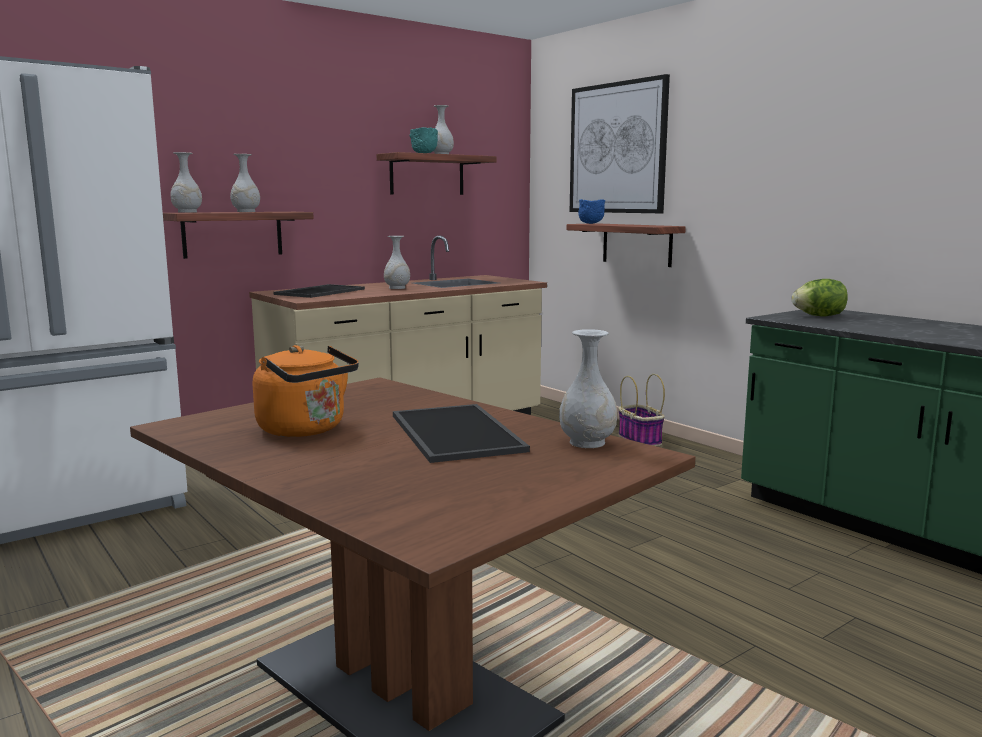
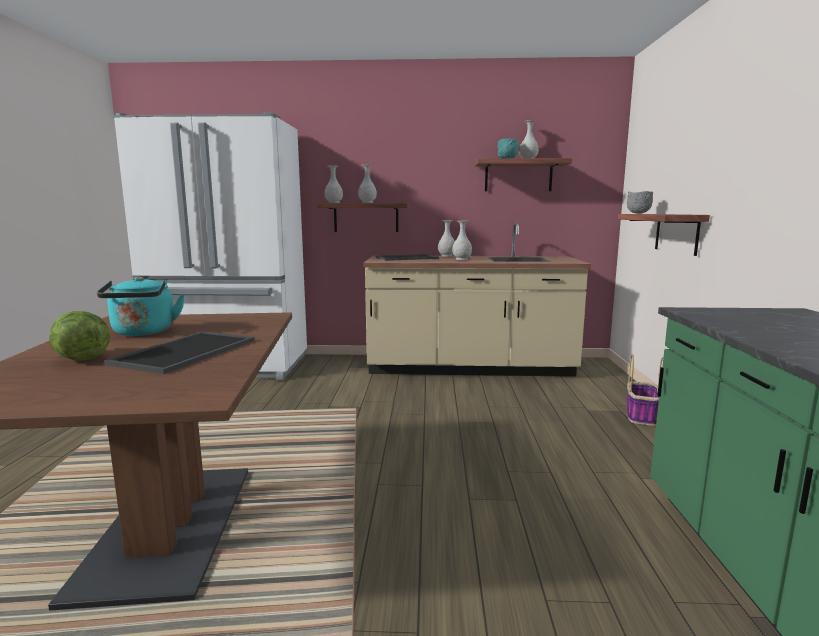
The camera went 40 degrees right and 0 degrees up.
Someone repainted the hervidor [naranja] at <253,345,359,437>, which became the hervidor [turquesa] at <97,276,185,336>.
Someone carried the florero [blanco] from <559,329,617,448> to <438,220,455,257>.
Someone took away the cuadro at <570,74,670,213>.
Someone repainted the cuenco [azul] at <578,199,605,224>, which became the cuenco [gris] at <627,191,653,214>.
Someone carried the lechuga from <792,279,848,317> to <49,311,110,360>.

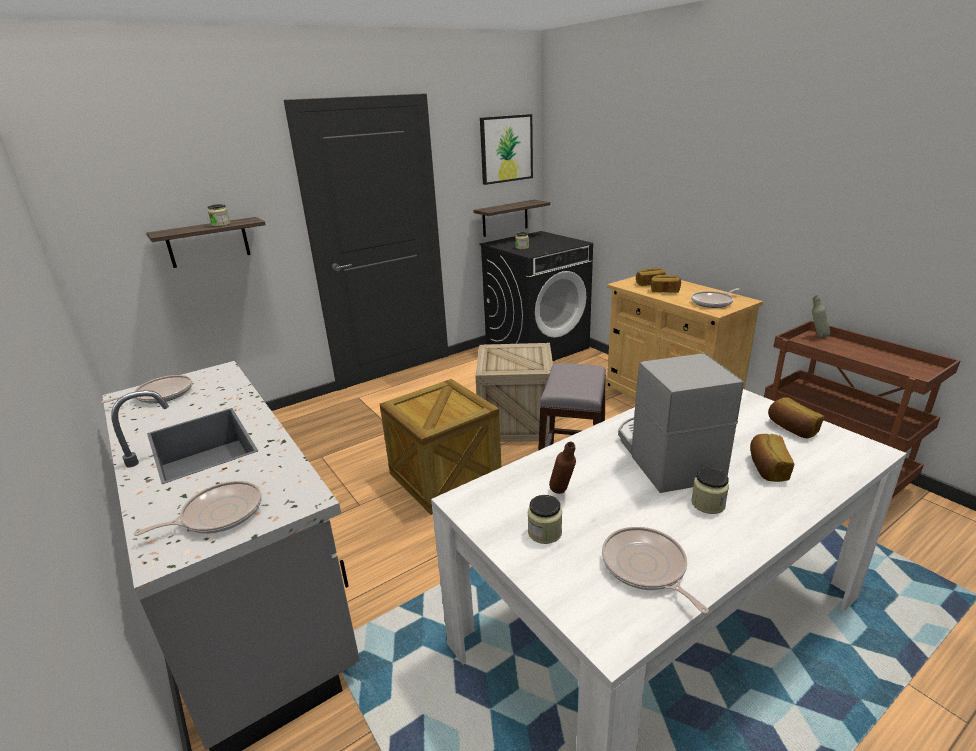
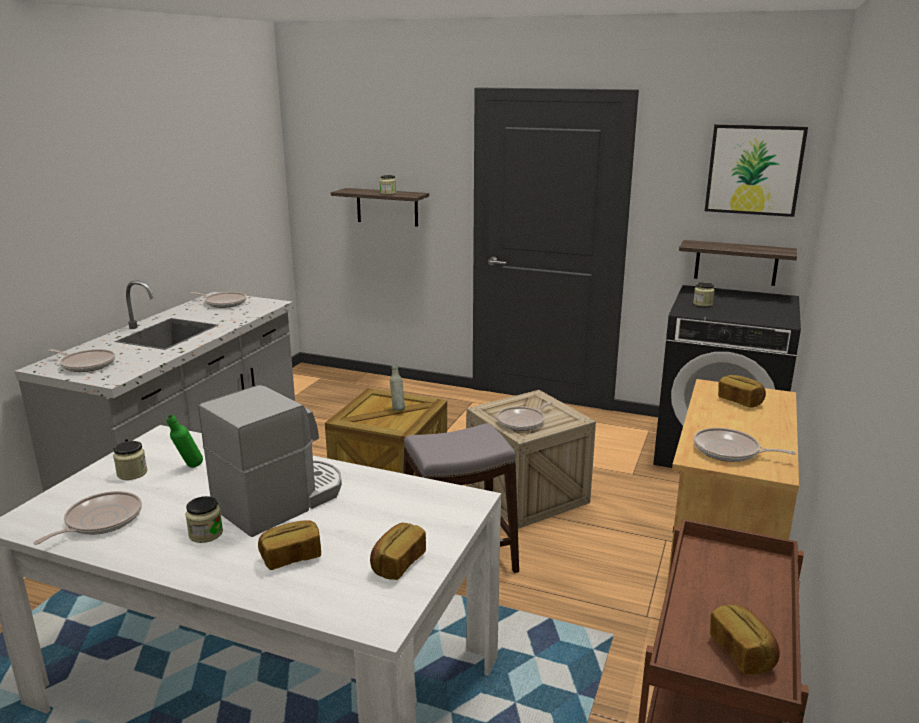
The camera went 55 degrees right and 5 degrees down.
Someone repainted the botella [marrón] at <549,442,576,494>, which became the botella [verde] at <166,415,203,468>.
Someone carried the pan from <651,275,681,293> to <710,605,780,675>.
Someone carried the botella [gris] from <812,295,830,338> to <390,365,405,411>.
Someone put down the sartén at <497,401,553,431>.

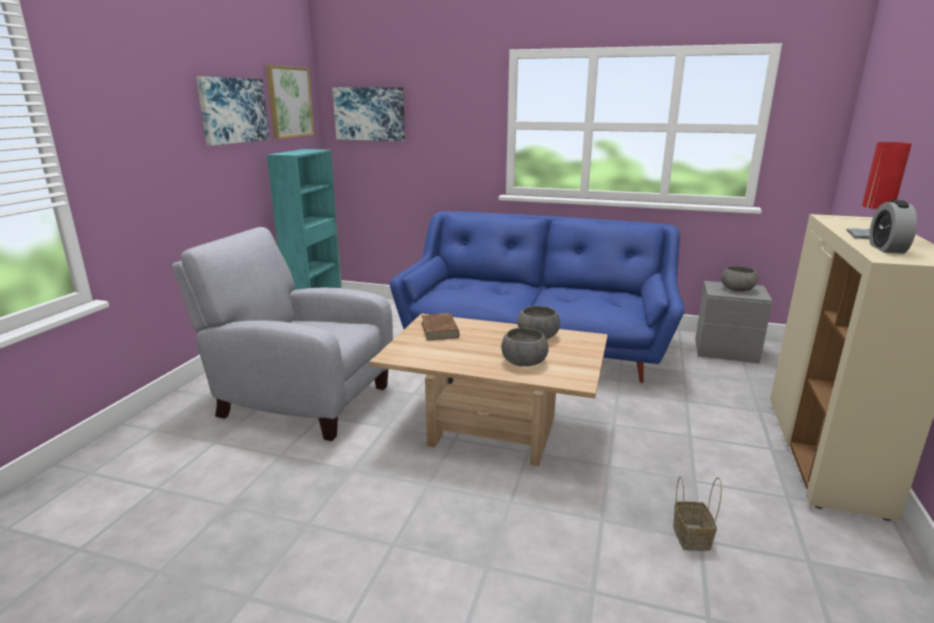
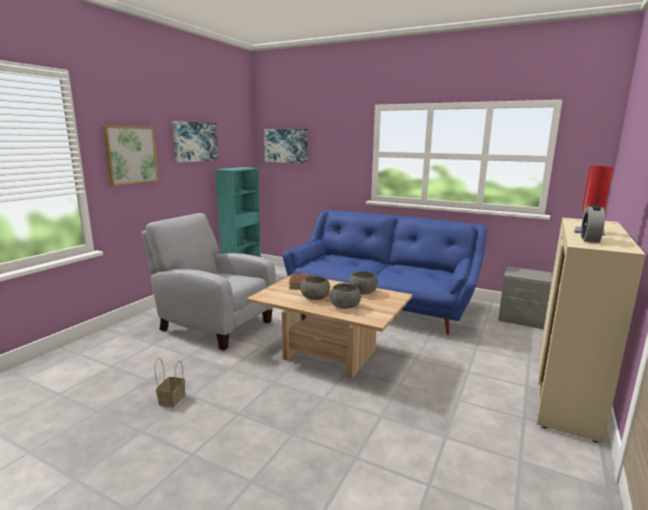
The camera went 10 degrees right and 5 degrees down.
Someone carried the cuadro from <266,65,315,139> to <103,125,159,186>.
Someone carried the cesta from <673,476,722,551> to <155,358,185,407>.
Someone carried the cuenco [gris] from <721,266,758,292> to <301,276,330,300>.

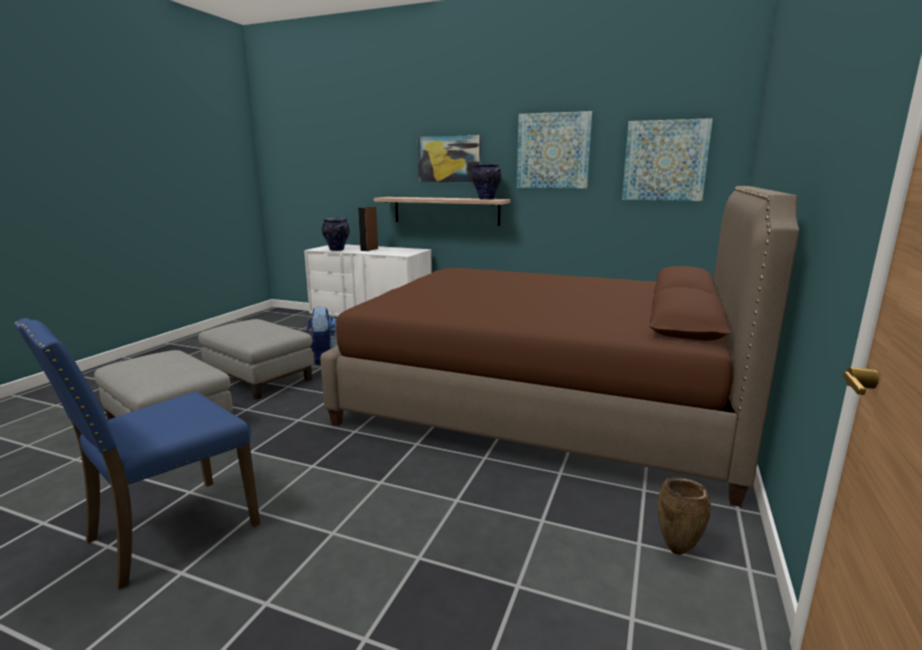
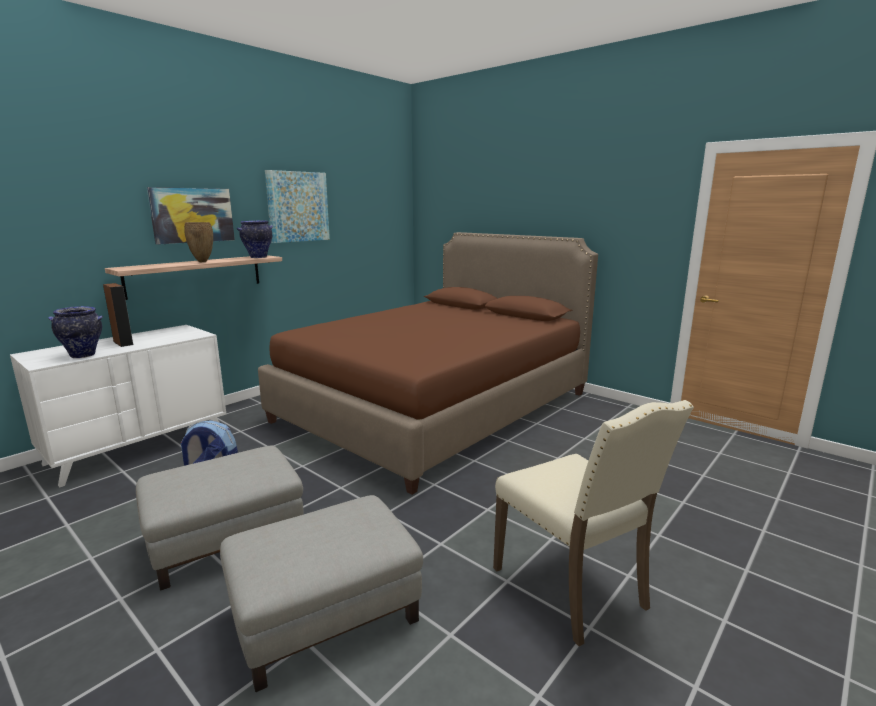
The camera went 70 degrees left and 0 degrees up.
Someone repainted the silla [azul] at <14,318,260,590>, which became the silla [beis] at <493,400,694,646>.
Someone took away the cuadro at <622,118,713,201>.
Someone carried the florero [marrón] from <658,477,711,555> to <184,222,213,262>.

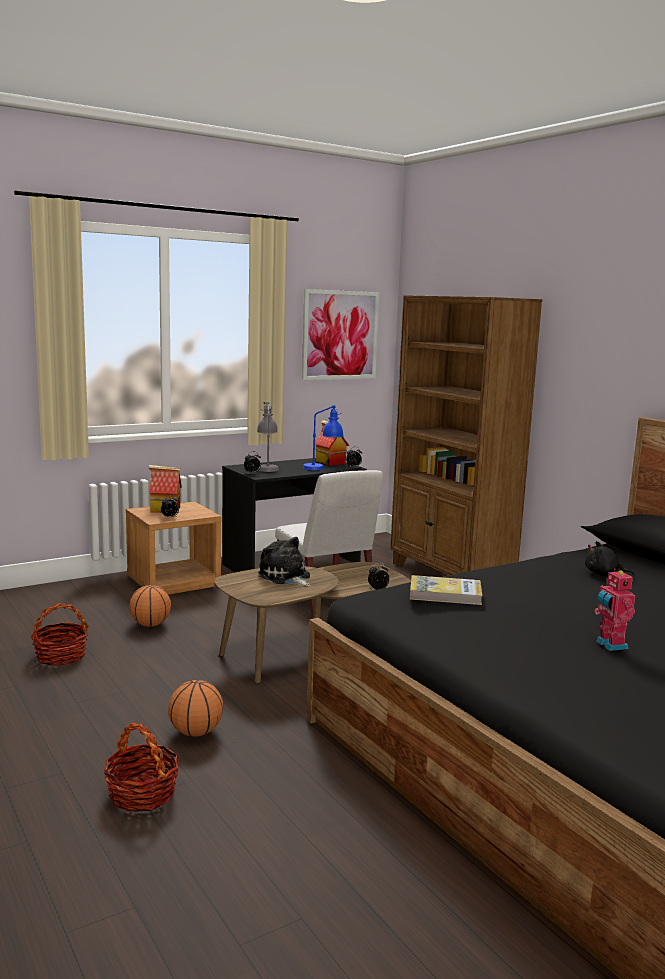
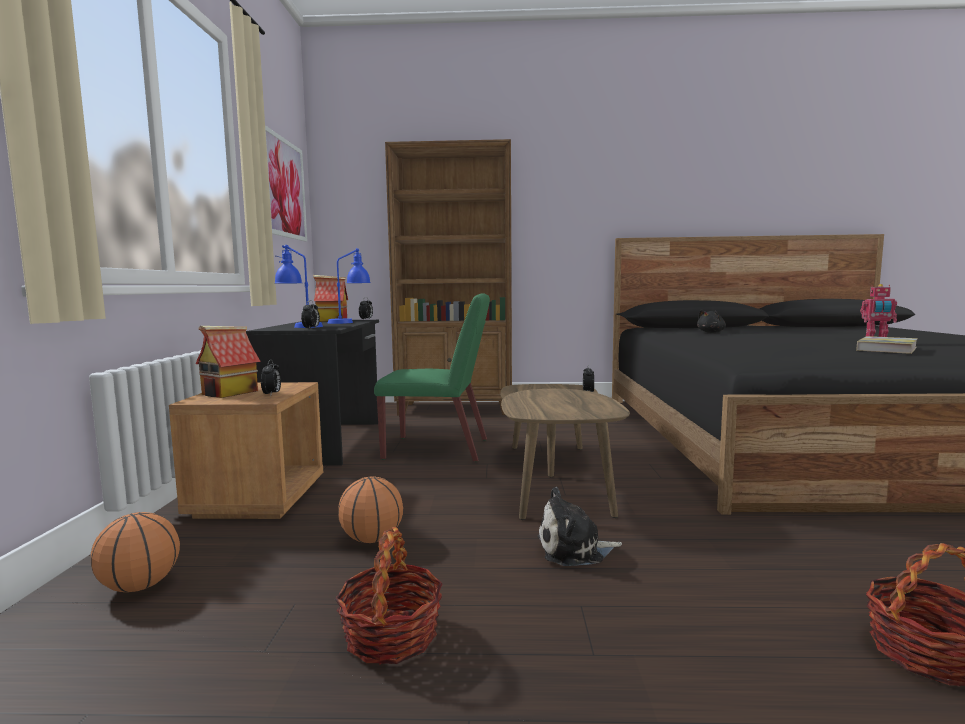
The camera went 55 degrees left and 5 degrees down.
Someone carried the balón de baloncesto from <168,680,223,737> to <91,512,180,592>.
Someone repainted the lámpara de mesa [gris] at <257,401,279,472>, which became the lámpara de mesa [azul] at <275,245,323,328>.
Someone carried the peluche from <258,537,311,586> to <537,487,622,566>.
Someone repainted the silla [blanco] at <275,470,383,617>, which became the silla [verde] at <374,293,490,462>.
Someone carried the libro from <410,575,482,605> to <856,336,918,354>.

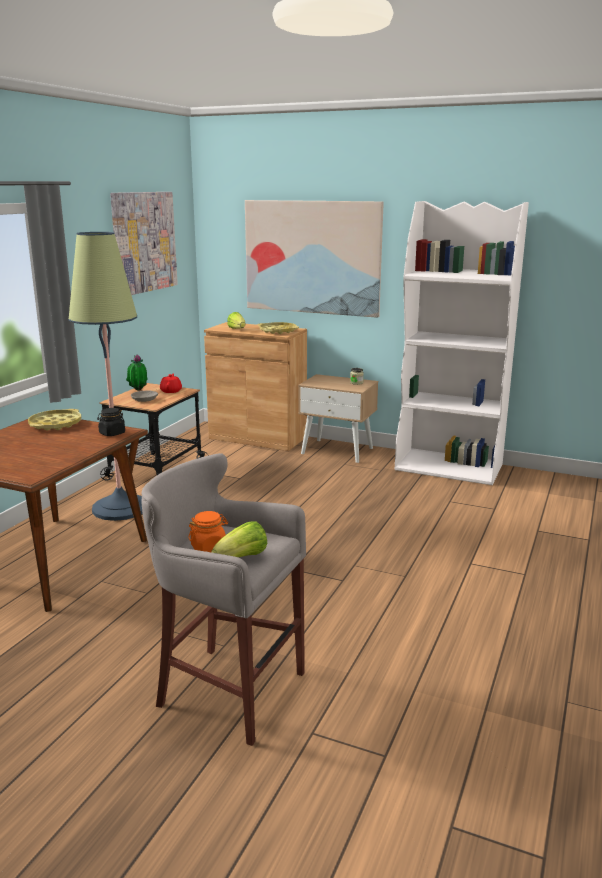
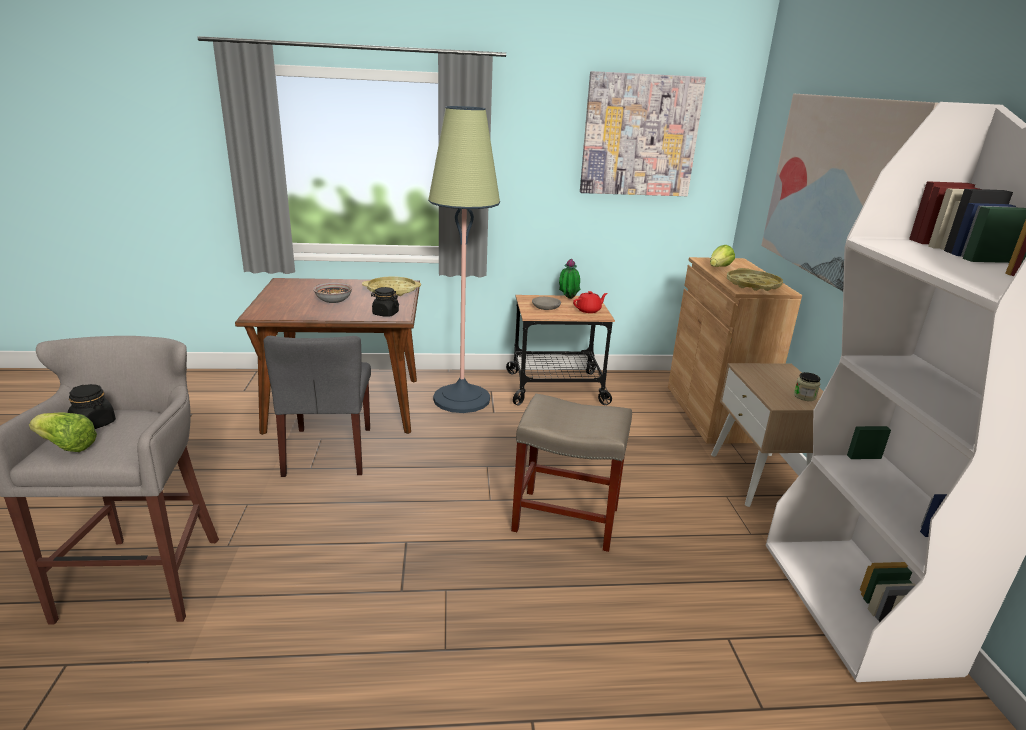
The camera went 60 degrees right and 5 degrees up.
Someone repainted the tarro [naranja] at <188,511,228,552>, which became the tarro [negro] at <68,384,116,429>.
Someone put down the silla [gris] at <264,336,371,477>.
Someone put down the cuenco at <313,282,352,303>.
Someone put down the taburete [beis] at <511,394,632,552>.

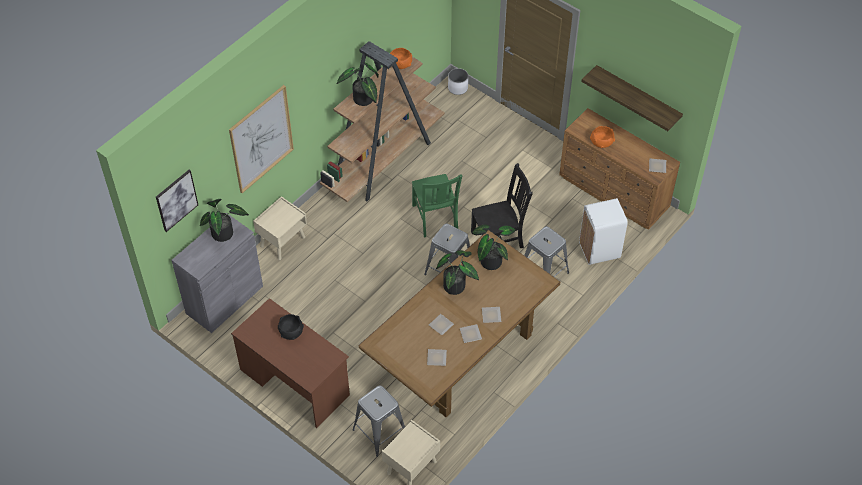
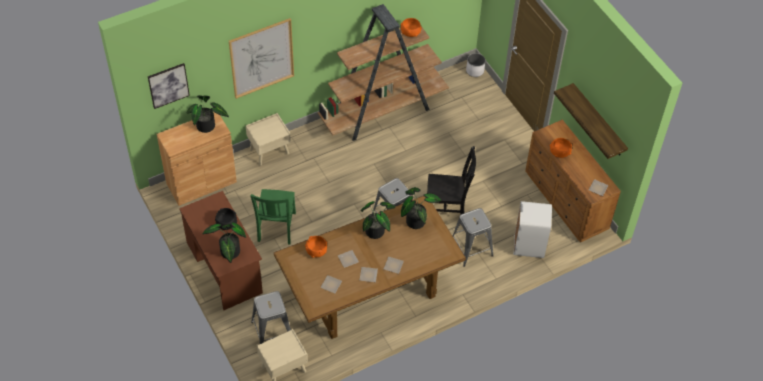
The camera went 20 degrees right and 0 degrees up.
Someone repainted the armario [gris] at <172,213,263,333>, which became the armario [marrón] at <157,112,237,206>.
Someone carried the planta en maceta from <337,62,379,106> to <202,222,246,263>.
Someone carried the silla [verde] from <412,174,462,237> to <250,189,296,245>.
Someone put down the cuenco [naranja] at <305,236,327,258>.

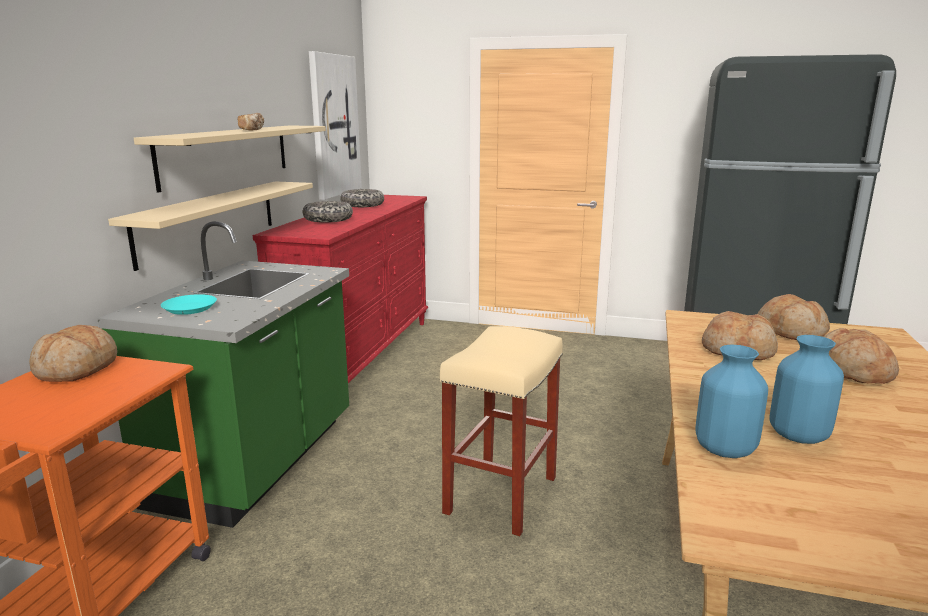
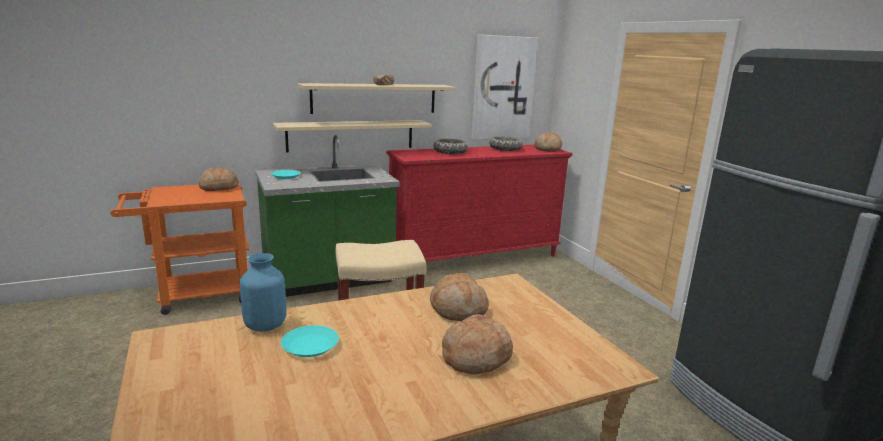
The camera went 50 degrees right and 0 degrees up.
Someone carried the pan from <758,294,830,340> to <535,133,562,152>.
Someone swapped the florero [azul] at <769,335,844,444> for the plato [turquesa] at <281,325,339,357>.

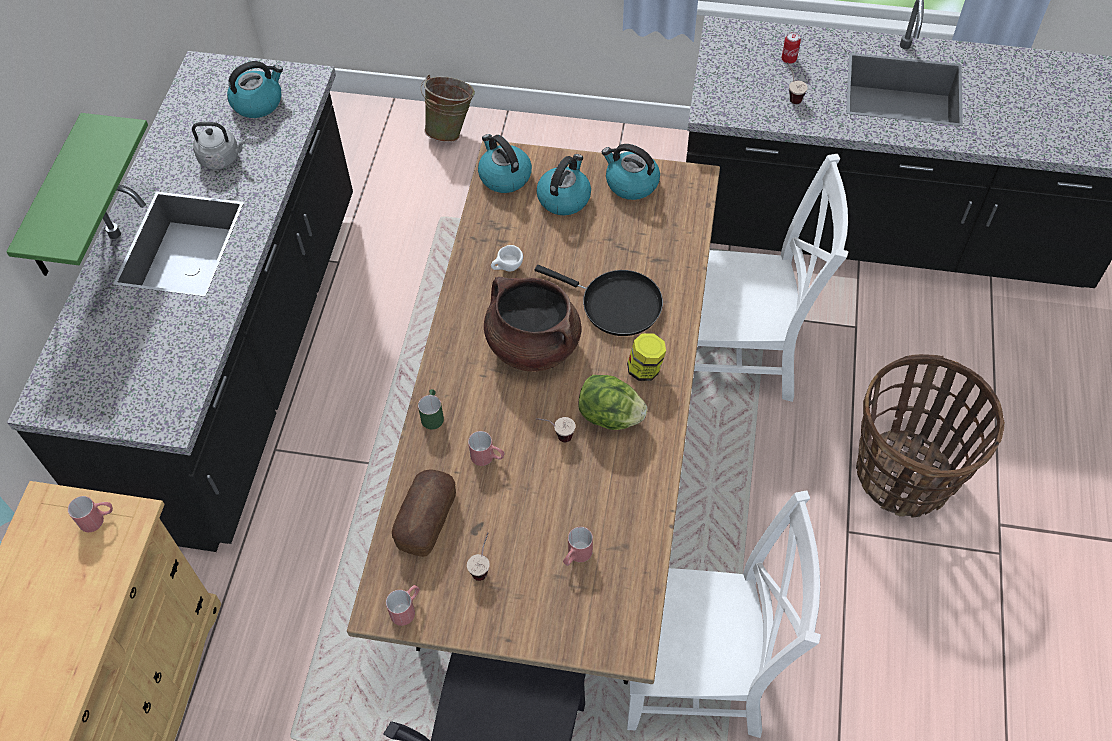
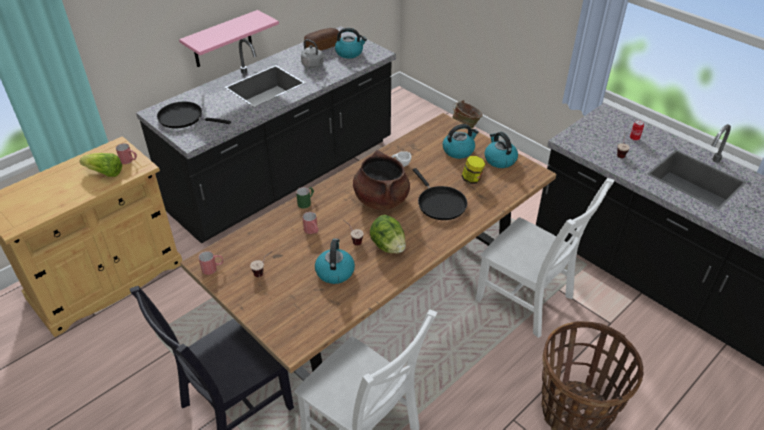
The camera went 35 degrees right and 15 degrees down.
Someone repainted the estante [verde] at <6,113,148,276>, which became the estante [rosa] at <179,10,279,67>.
Someone carried the pan from <392,469,456,557> to <304,28,341,51>.
Someone carried the hervidor from <478,134,532,193> to <315,238,355,284>.
Someone took away the taza grande [rojo] at <563,527,593,566>.
Someone carried the tarro from <627,333,666,381> to <462,156,485,184>.
Someone put down the lechuga at <80,153,122,177>.
Someone put down the sartén [negro] at <157,102,231,128>.

